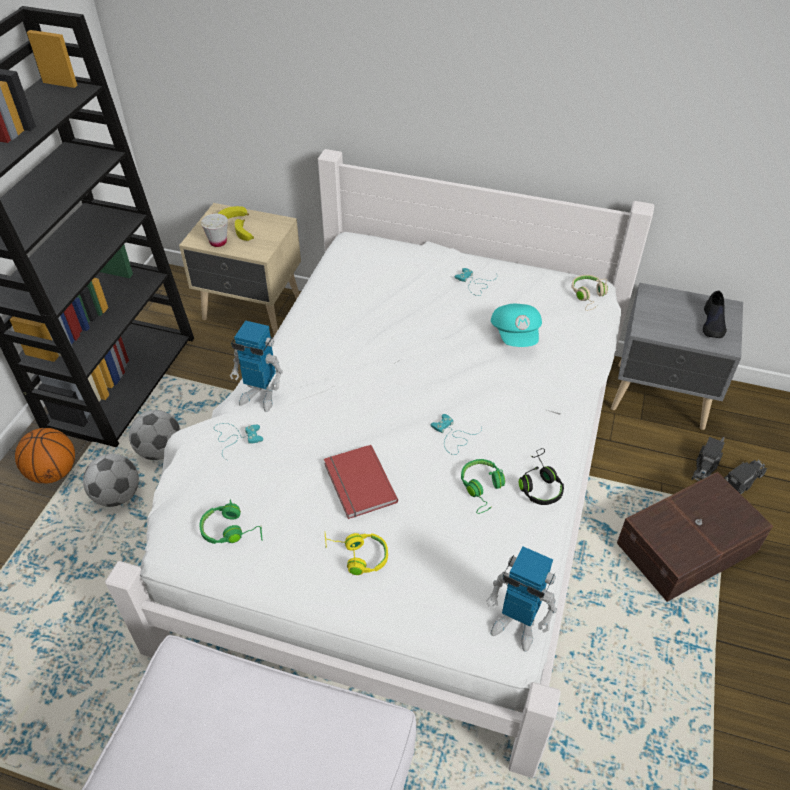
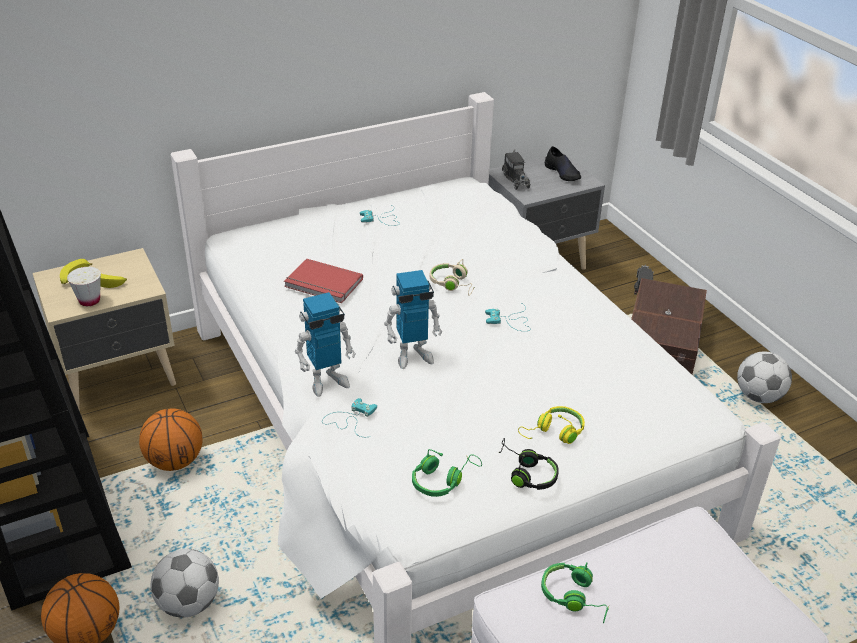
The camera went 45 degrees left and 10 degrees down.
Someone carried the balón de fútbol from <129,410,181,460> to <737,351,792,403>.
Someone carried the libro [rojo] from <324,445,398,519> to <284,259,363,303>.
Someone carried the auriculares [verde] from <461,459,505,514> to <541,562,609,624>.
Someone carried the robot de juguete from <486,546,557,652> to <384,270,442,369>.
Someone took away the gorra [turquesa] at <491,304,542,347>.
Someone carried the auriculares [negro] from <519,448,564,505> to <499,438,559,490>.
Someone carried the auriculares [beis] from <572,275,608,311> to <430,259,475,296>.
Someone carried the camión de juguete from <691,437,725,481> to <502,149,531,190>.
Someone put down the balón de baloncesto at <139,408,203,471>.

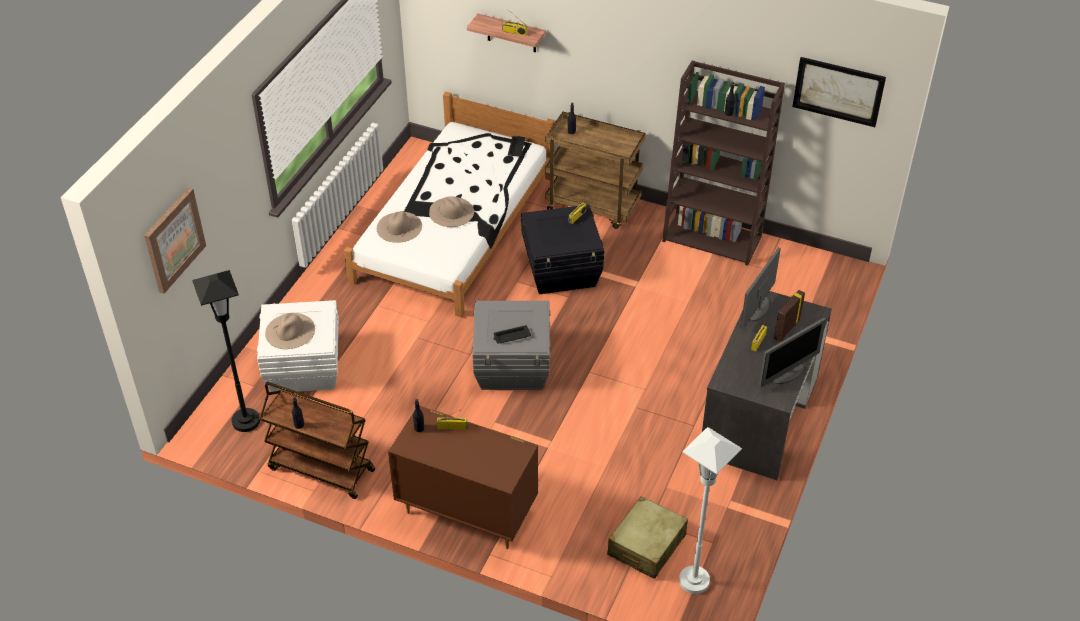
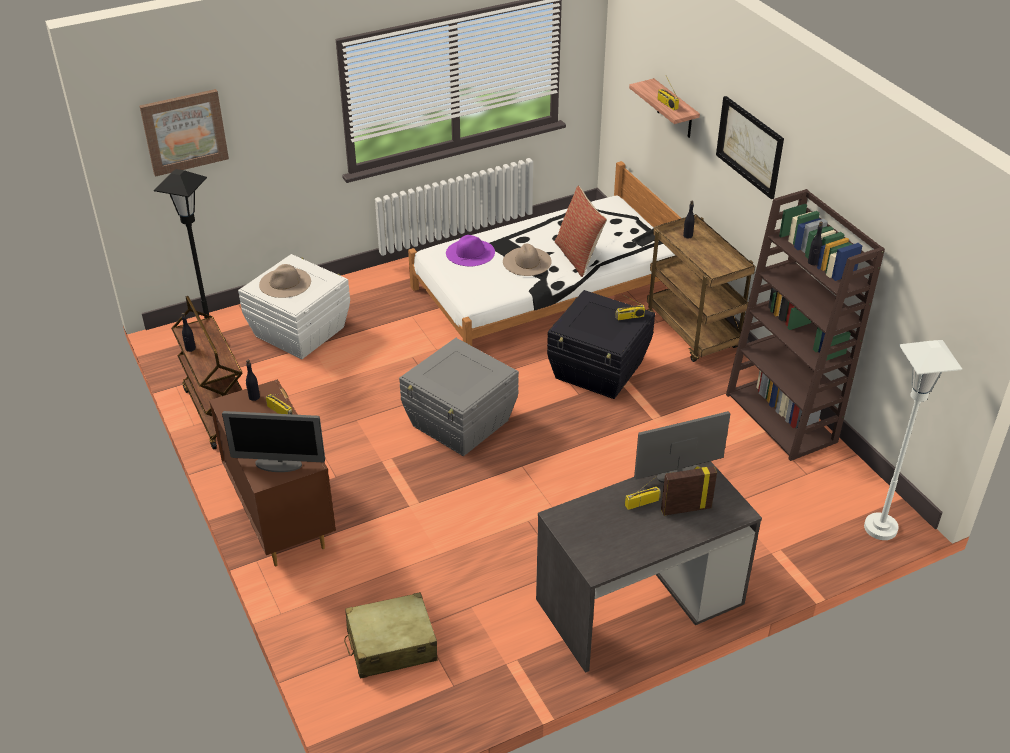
The camera went 40 degrees right and 5 degrees down.
Someone repainted the sombrero [beis] at <377,211,422,243>, which became the sombrero [morado] at <446,235,495,266>.
Someone took away the bandeja [negro] at <493,325,531,344>.
Someone carried the lámpara de pie [blanco] from <679,427,742,594> to <864,340,962,540>.
Someone carried the monitor from <759,318,826,387> to <222,411,325,472>.
Someone carried the cuadro from <792,57,886,127> to <716,96,784,199>.
Someone put down the cojín at <555,186,607,277>.

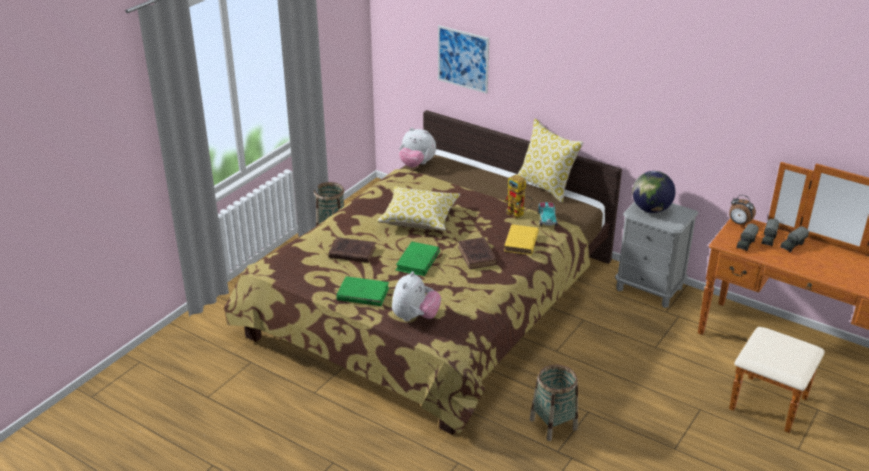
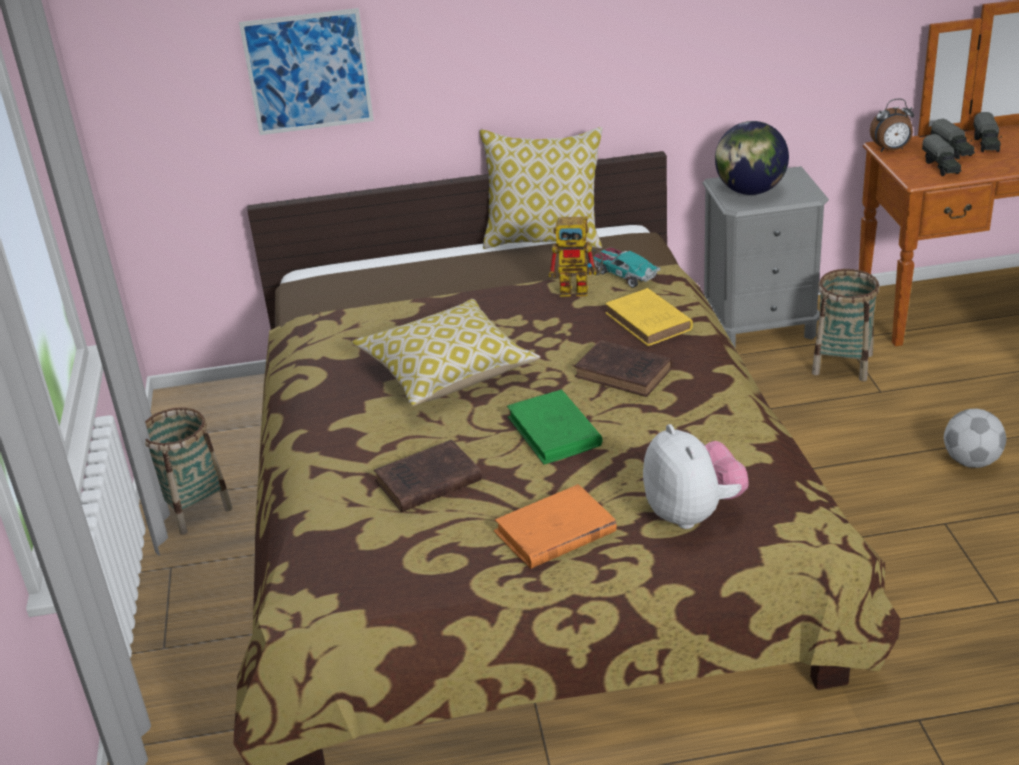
The camera went 40 degrees left and 0 degrees up.
Someone repainted the libro [verde] at <337,276,389,306>, which became the libro [naranja] at <494,484,617,569>.
Someone took away the peluche at <399,128,436,168>.
Someone carried the cesta from <530,365,578,441> to <812,269,879,381>.
Someone put down the balón de fútbol at <944,409,1006,468>.

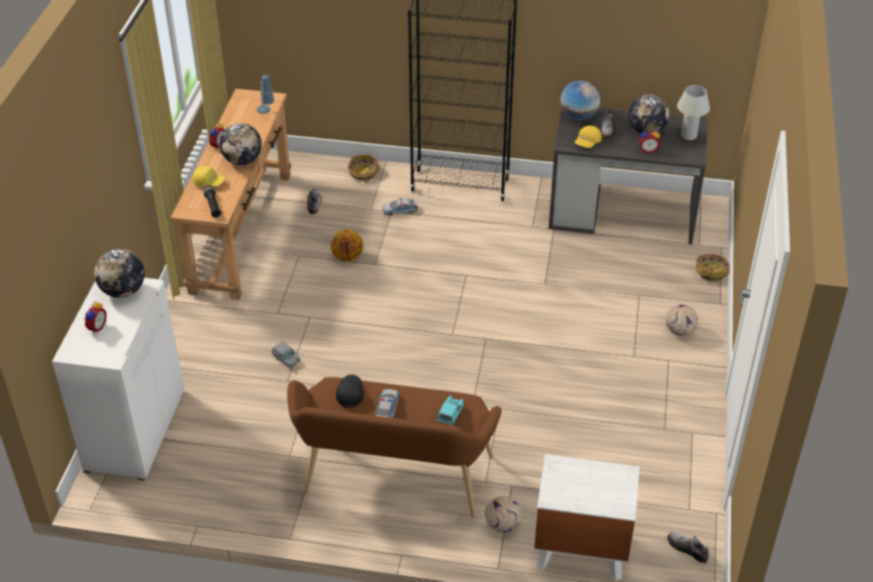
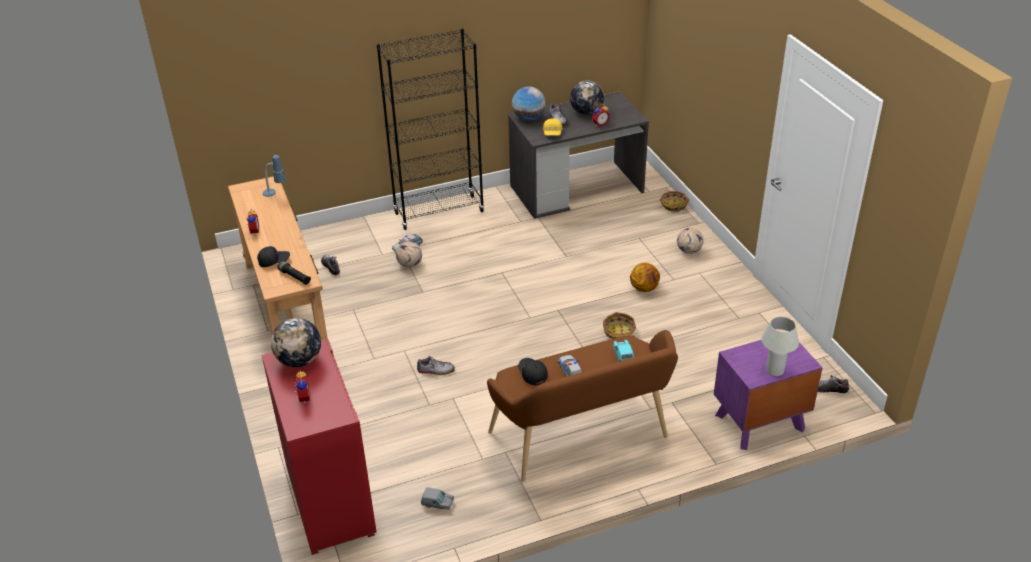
The camera went 30 degrees left and 5 degrees down.
Someone repainted the armario [blanco] at <52,278,184,481>, which became the armario [rojo] at <262,339,377,555>.
Someone repainted the gorra [amarillo] at <193,166,225,187>, which became the gorra [negro] at <257,246,290,267>.
Someone took away the globo terráqueo at <219,123,262,165>.
Someone carried the coche de juguete [gris] from <272,342,301,368> to <421,487,454,510>.
Someone carried the balón de baloncesto from <331,229,363,261> to <630,263,660,292>.
Someone carried the cesta from <347,154,380,182> to <603,312,636,339>.
Someone carried the balón de fútbol from <485,496,522,533> to <396,241,422,268>.
Someone repainted the mesita de noche [blanco] at <534,454,639,581>, which became the mesita de noche [morado] at <714,340,823,450>.
Someone carried the lámpara de mesa [blanco] from <677,85,710,140> to <761,317,799,376>.
Someone put down the zapato at <417,356,455,375>.

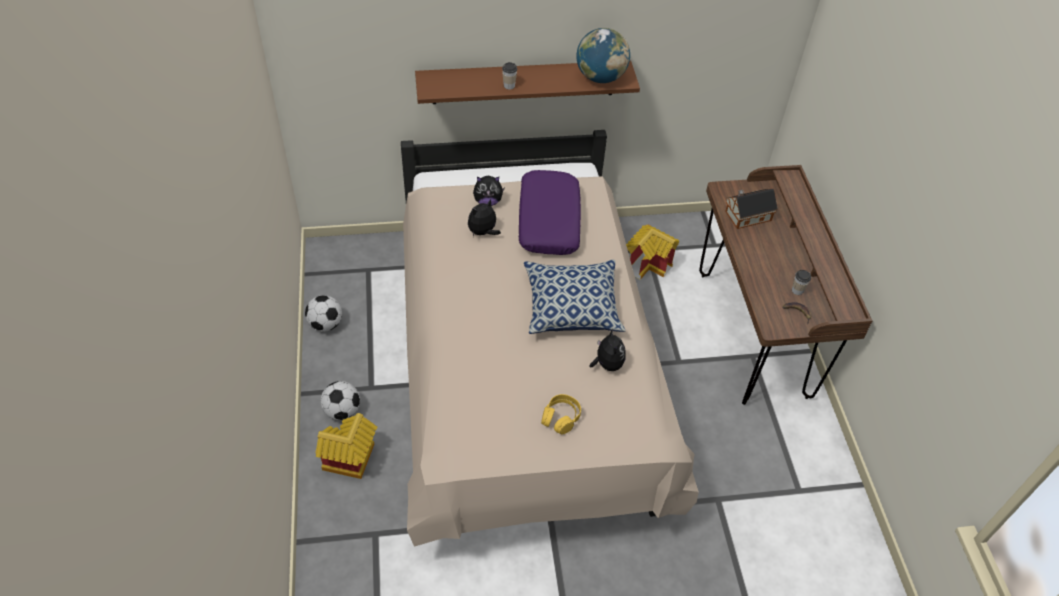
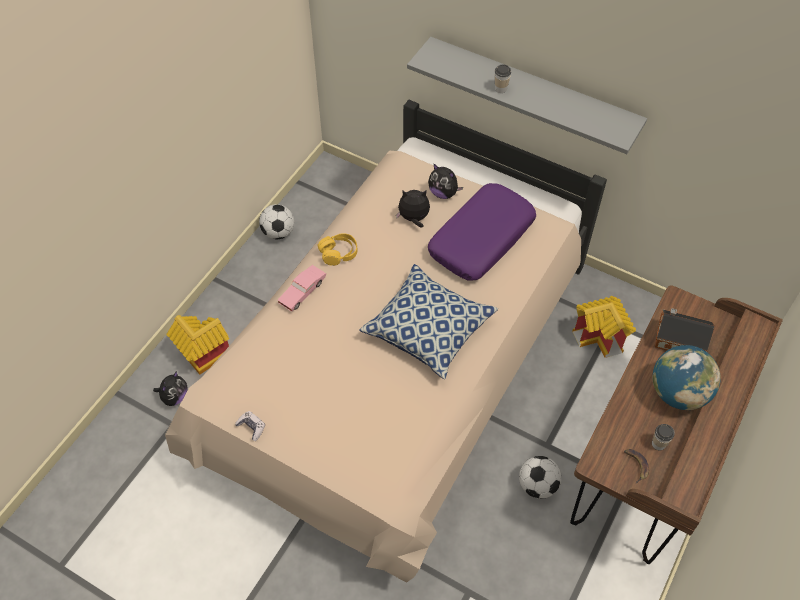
The camera went 40 degrees right and 5 degrees up.
Someone carried the balón de fútbol from <320,381,360,420> to <519,456,562,499>.
Someone repainted the estante [marrón] at <415,61,640,104>, which became the estante [gris] at <407,37,647,154>.
Someone carried the auriculares [amarillo] from <541,394,581,435> to <318,233,357,266>.
Someone carried the globo terráqueo from <576,28,630,83> to <652,345,721,410>.
Someone carried the peluche from <590,329,626,371> to <153,371,188,406>.
Someone put down the mando de consola at <235,411,265,441>.
Someone put down the coche de juguete [rosa] at <278,265,326,312>.

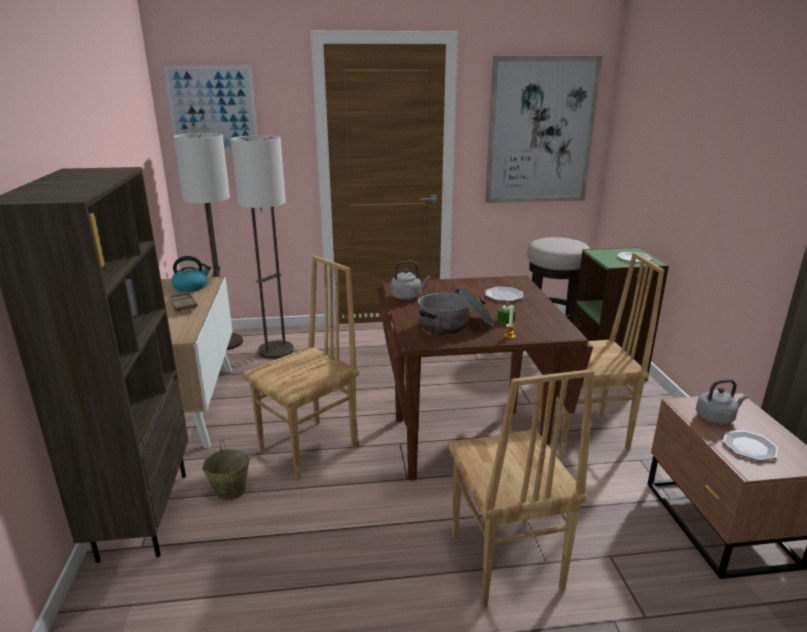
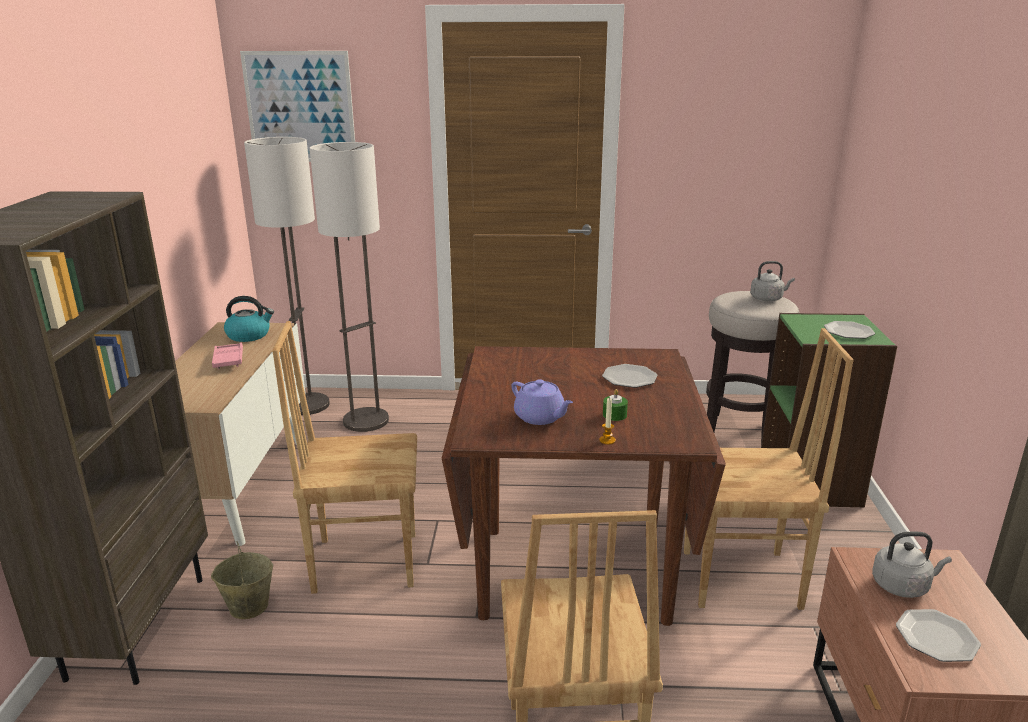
The camera went 10 degrees right and 0 degrees up.
Someone repainted the bandeja [marrón] at <169,292,198,312>, which became the bandeja [rosa] at <212,343,243,369>.
Someone rotated the silla [marrón] at <242,255,359,481> by 150 degrees counterclockwise.
Someone carried the hervidor [gris] from <390,261,430,300> to <750,261,795,301>.
Someone swapped the olla at <418,287,494,335> for the tetera [morado] at <512,379,573,425>.
Someone took away the cuadro at <485,56,602,203>.

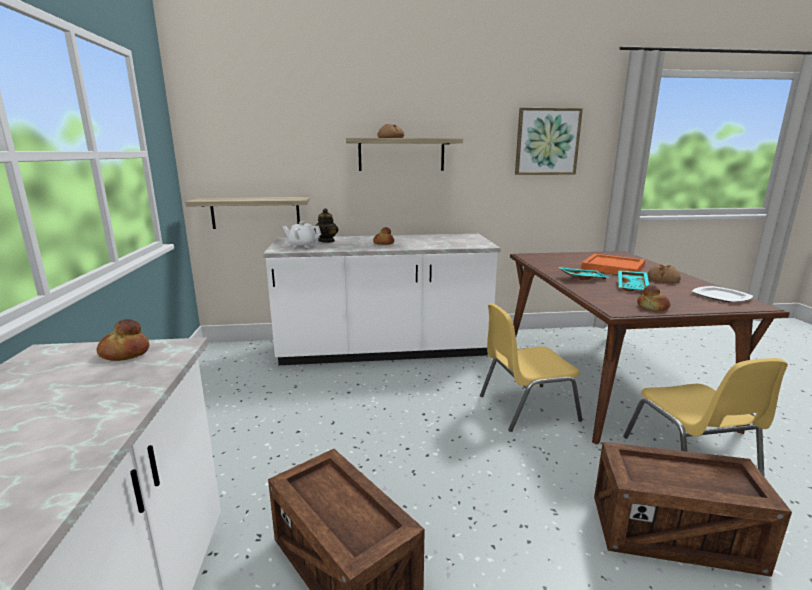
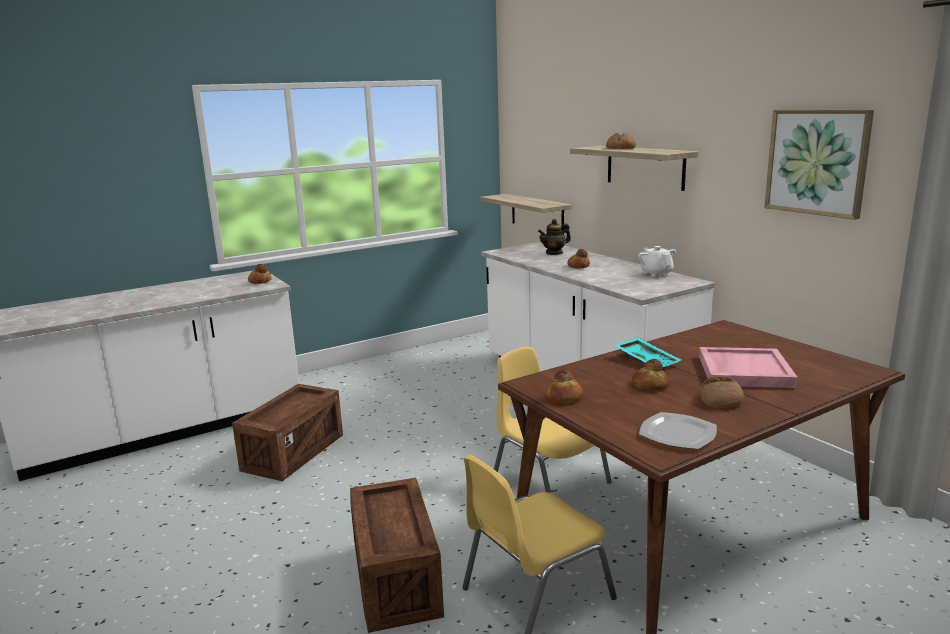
The camera went 65 degrees right and 0 degrees up.
Someone carried the tetera [blanco] from <282,221,321,248> to <638,246,676,277>.
Someone repainted the bandeja [naranja] at <581,254,645,274>, which became the bandeja [rosa] at <699,347,798,388>.
Someone swapped the bandeja [turquesa] at <618,270,649,292> for the pan at <632,359,670,391>.

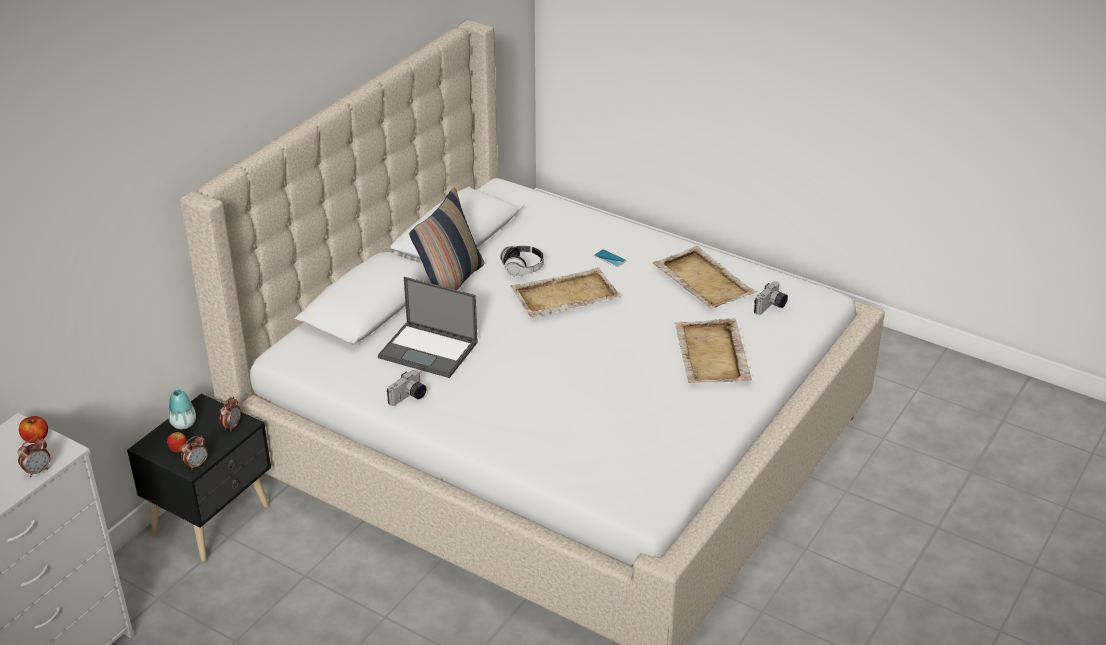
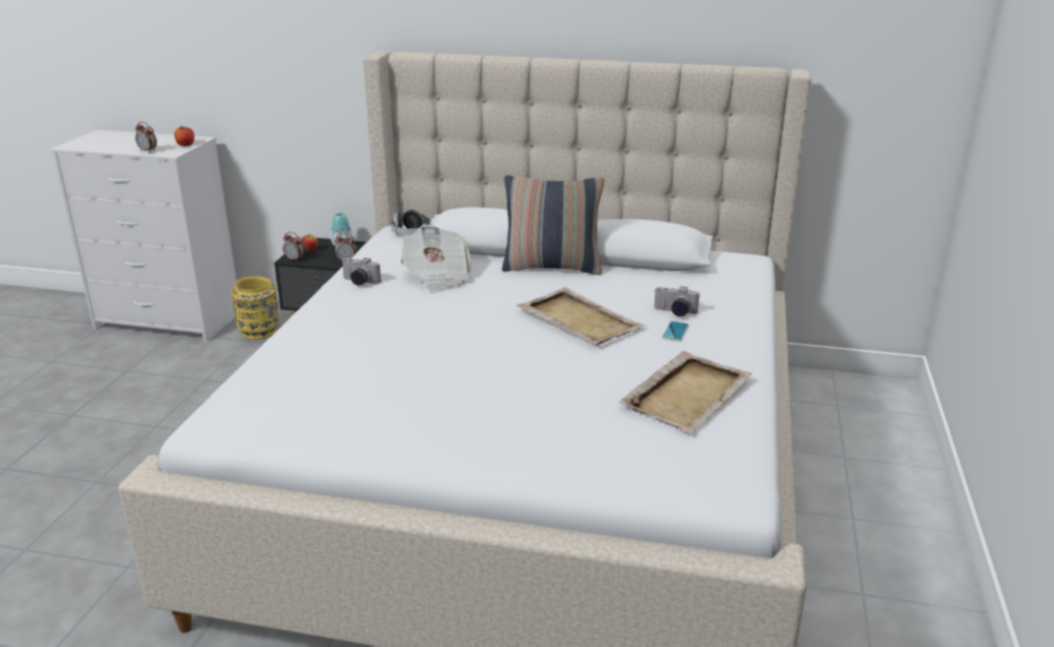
The camera went 70 degrees right and 10 degrees down.
Someone swapped the portátil at <378,277,478,378> for the periódico at <401,225,471,293>.
Someone carried the auriculares from <500,246,544,276> to <391,209,431,235>.
Someone took away the bandeja [beis] at <674,319,752,383>.
Someone carried the cámara from <754,281,788,315> to <654,286,700,317>.
Someone put down the florero [amarillo] at <231,276,279,340>.

